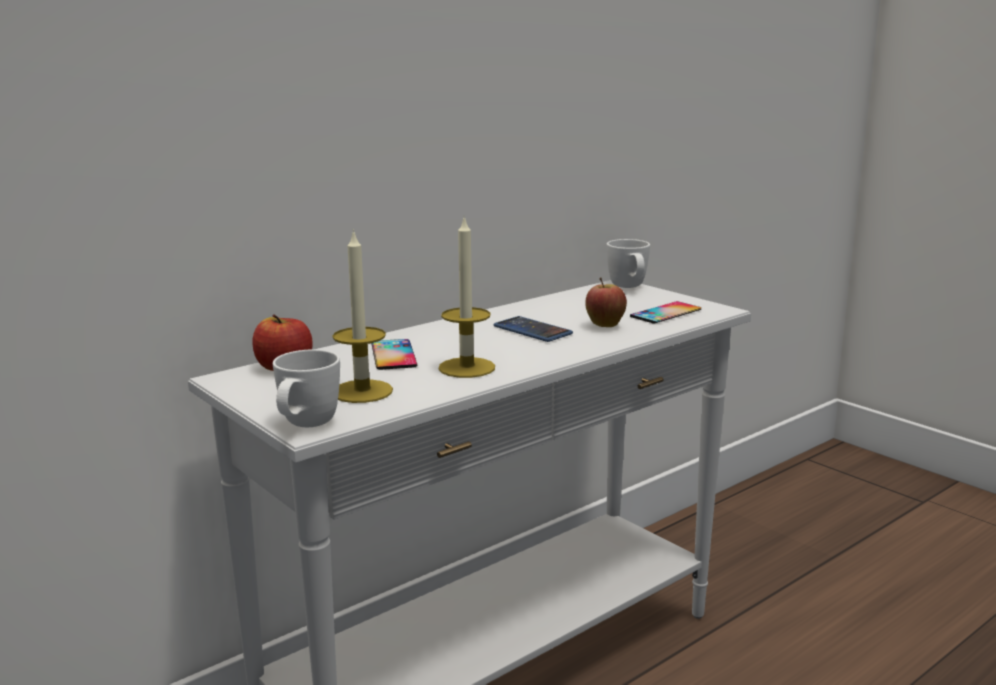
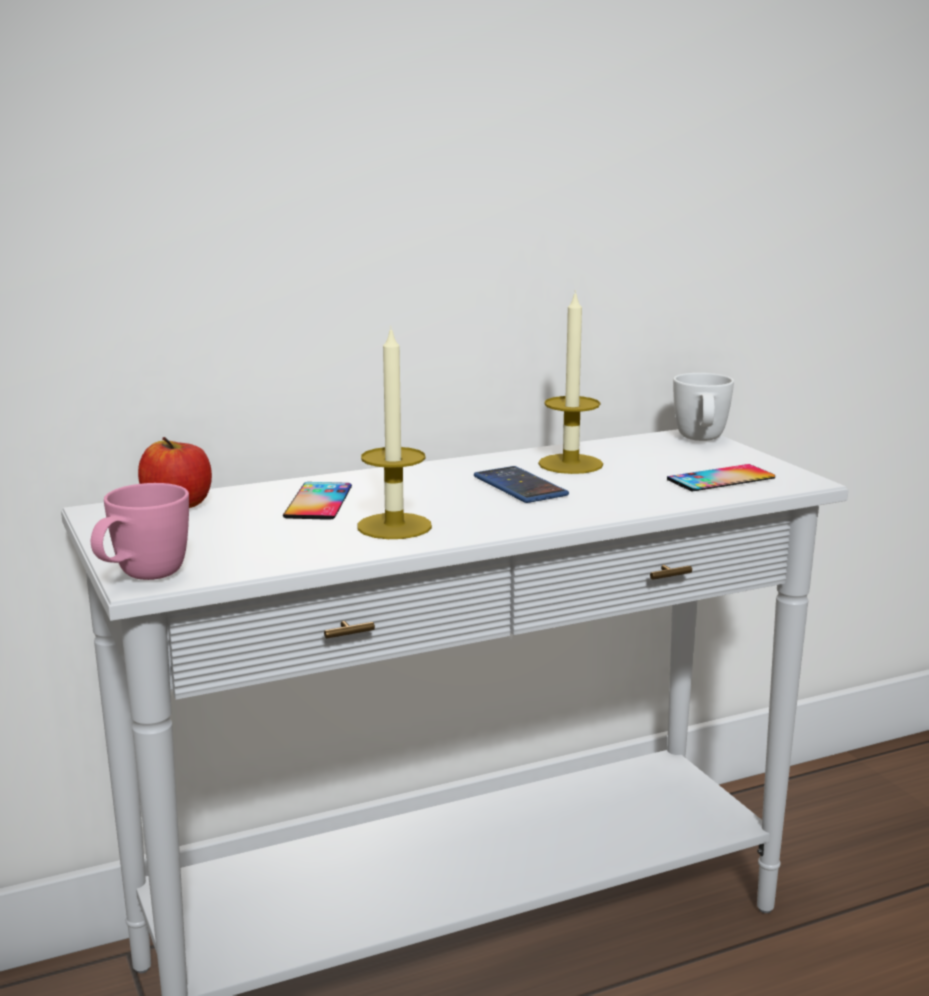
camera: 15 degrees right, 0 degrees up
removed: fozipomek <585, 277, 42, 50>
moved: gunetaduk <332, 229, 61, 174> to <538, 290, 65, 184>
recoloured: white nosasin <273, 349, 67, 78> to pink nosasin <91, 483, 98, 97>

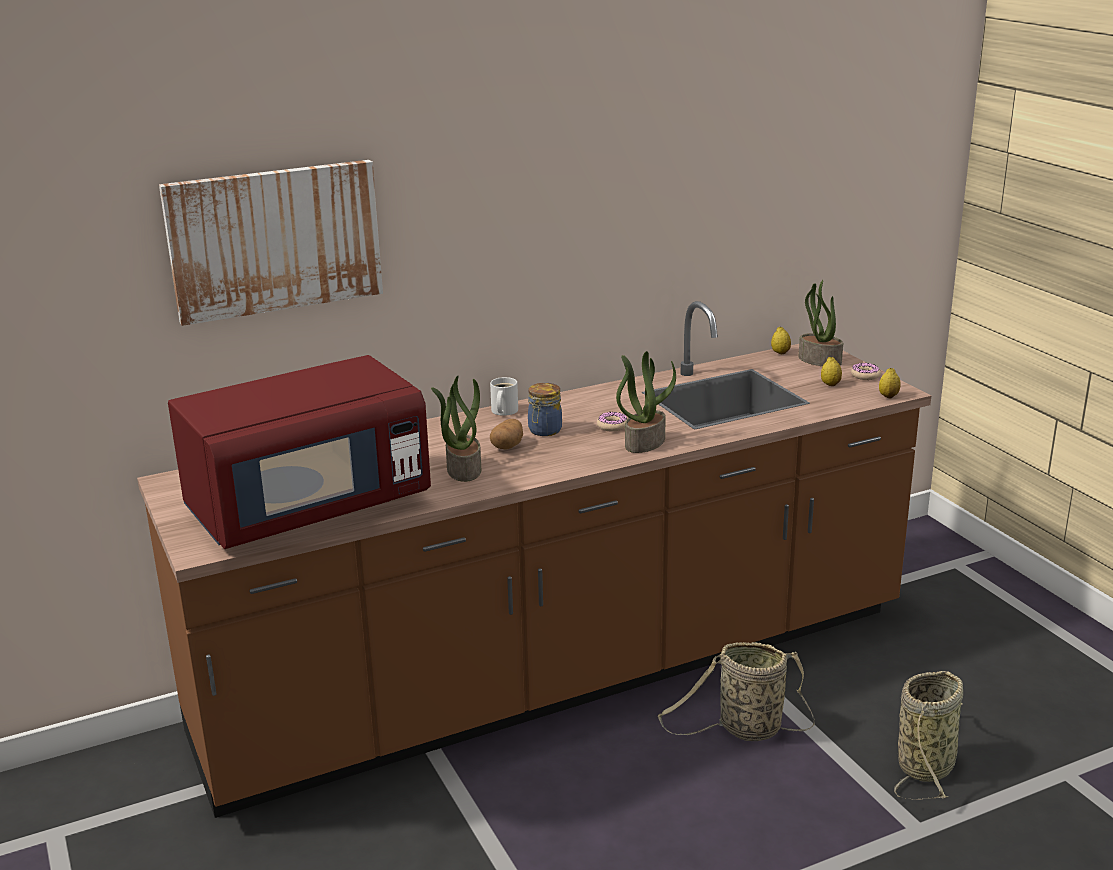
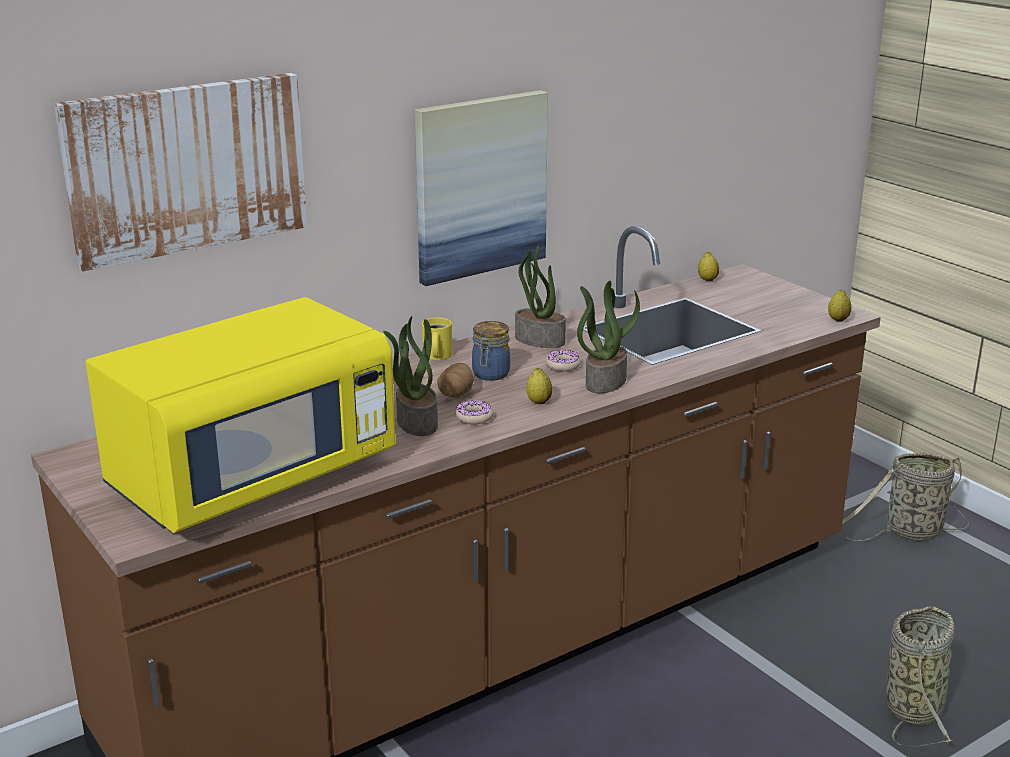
camera: 10 degrees left, 0 degrees up
added: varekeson <414, 90, 134, 196>
moved: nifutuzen <658, 642, 157, 99> to <841, 453, 128, 88>; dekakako <799, 280, 44, 86> to <515, 246, 51, 102>; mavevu <821, 357, 21, 29> to <526, 368, 26, 36>; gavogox <851, 363, 30, 17> to <456, 400, 37, 24>
recoloured: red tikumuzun <168, 355, 263, 194> to yellow tikumuzun <86, 297, 309, 236>; white nosasin <490, 377, 28, 39> to yellow nosasin <422, 318, 30, 42>

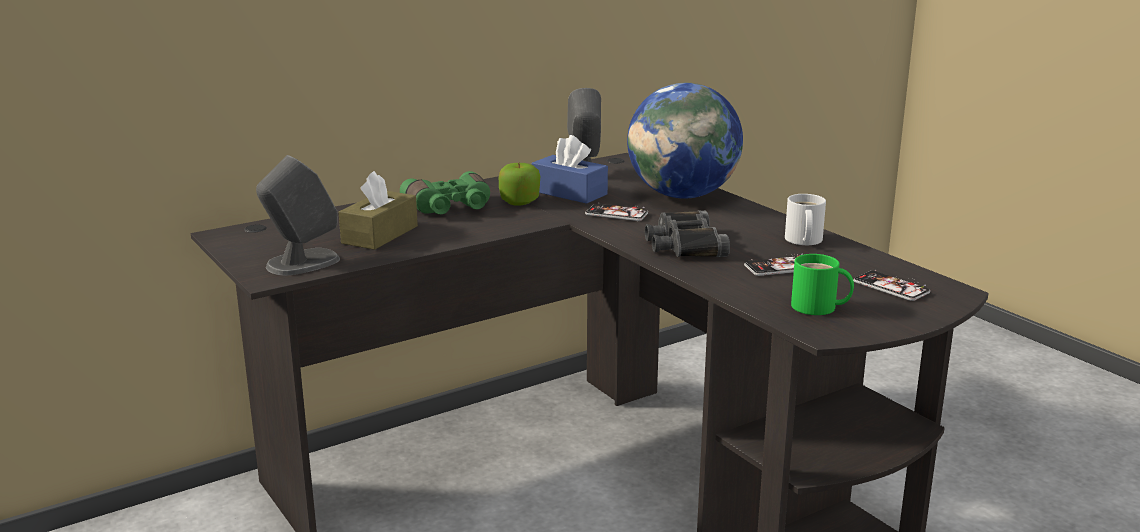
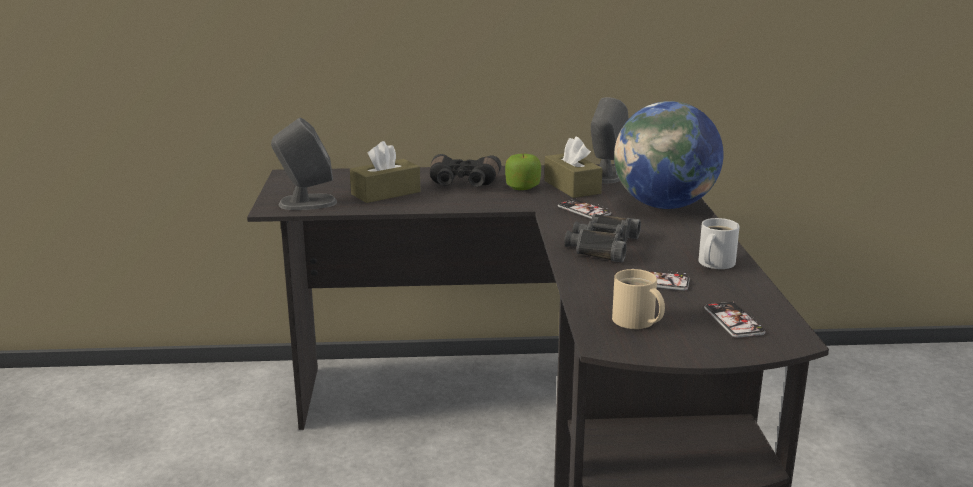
camera: 30 degrees right, 0 degrees up
recoloured: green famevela <400, 171, 90, 43> to black famevela <430, 154, 71, 33>; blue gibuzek <531, 135, 77, 69> to brown gibuzek <544, 136, 59, 62>; green nosasin <791, 254, 63, 61> to beige nosasin <612, 269, 53, 60>

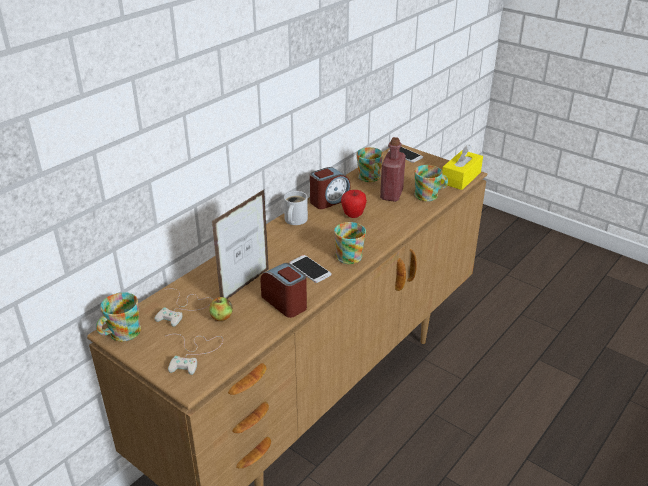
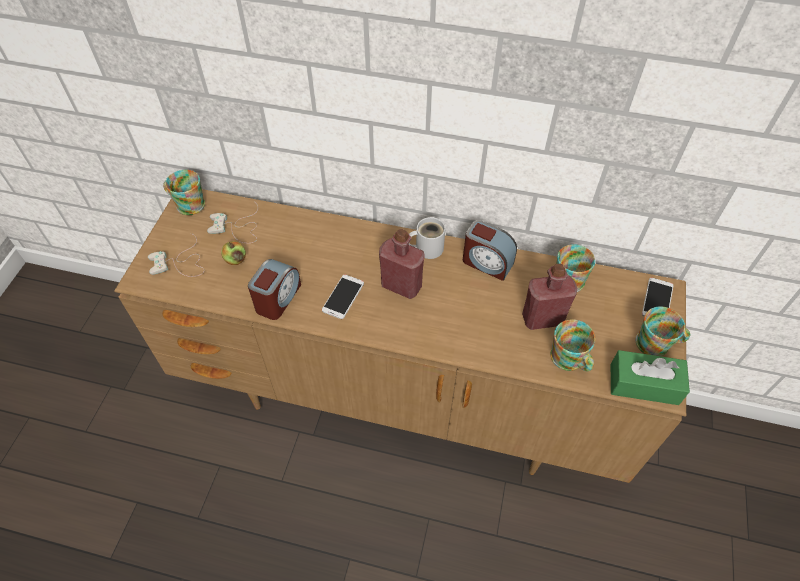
camera: 65 degrees right, 20 degrees up
removed: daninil <212, 190, 57, 109>; fozipomek <341, 190, 26, 28>
added: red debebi <379, 229, 46, 70>
moved: nosasin <334, 222, 32, 42> to <636, 306, 54, 50>
recoloured: yellow gibuzek <441, 144, 42, 46> to green gibuzek <611, 350, 79, 55>

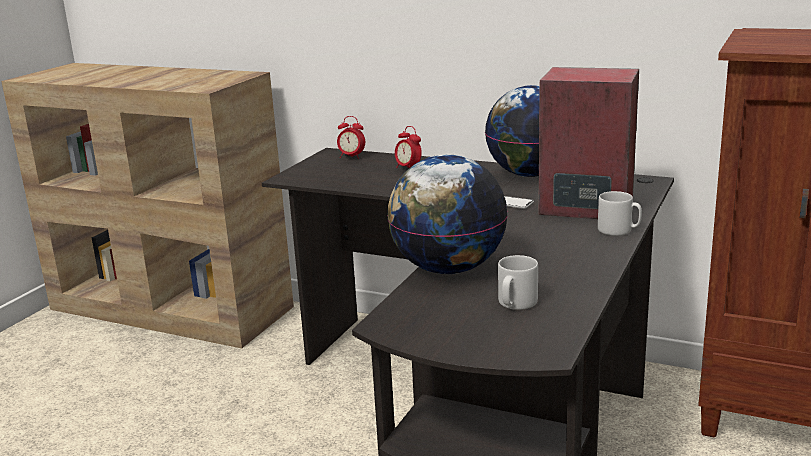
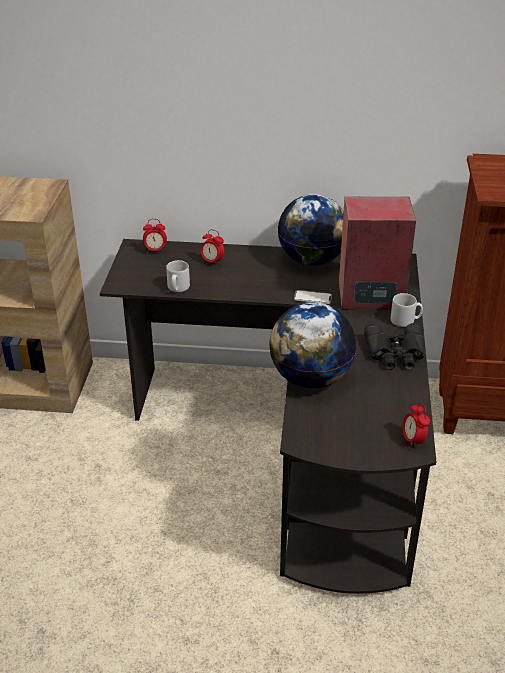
camera: 20 degrees left, 15 degrees up
added: black famevela <364, 323, 60, 47>; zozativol <402, 403, 28, 46>
moved: grey nosasin <498, 255, 40, 55> to <166, 260, 24, 32>

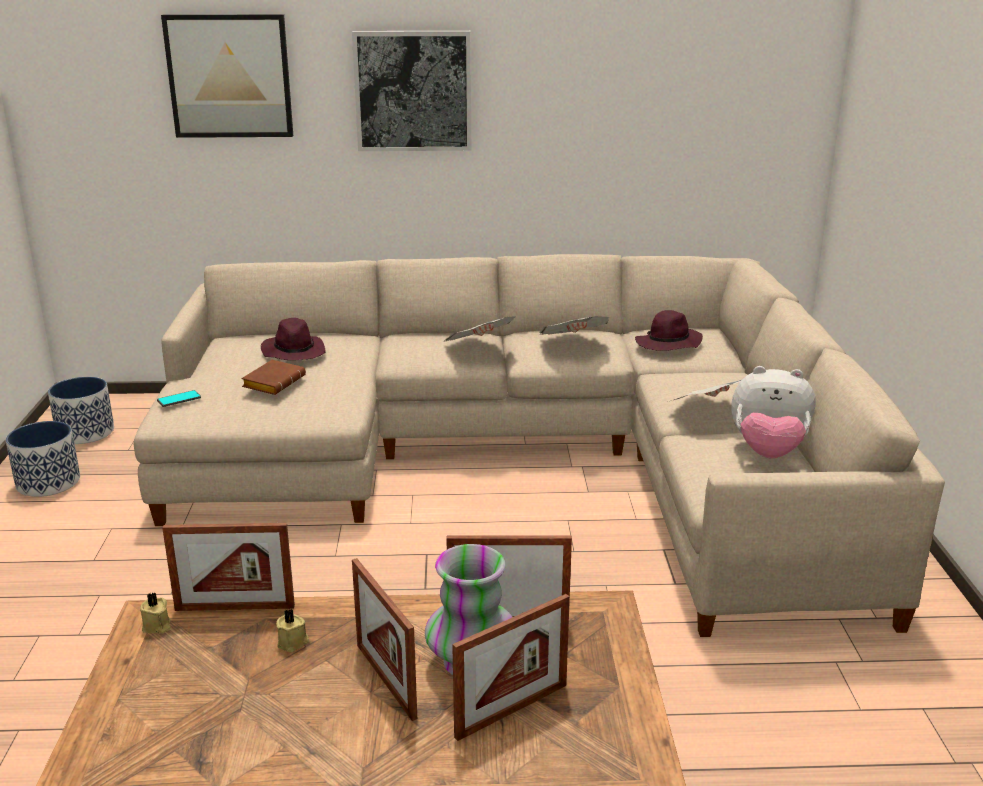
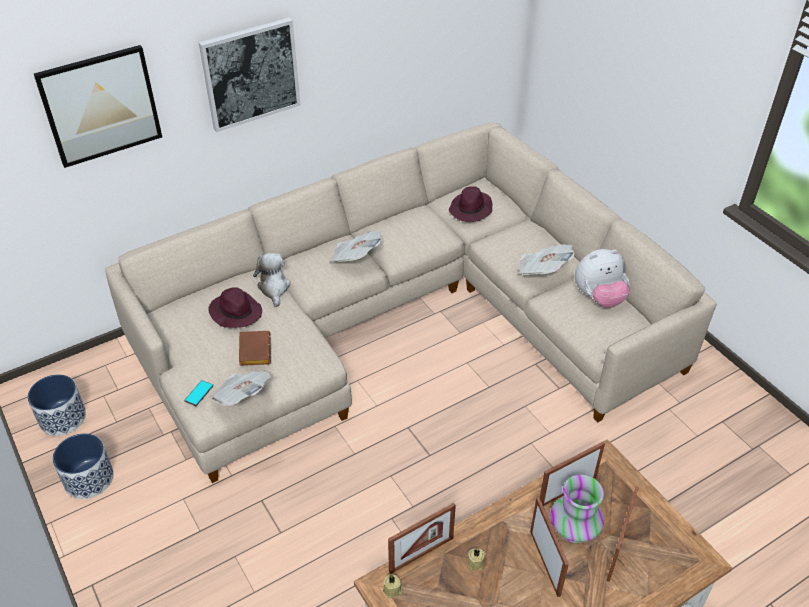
camera: 30 degrees left, 20 degrees up
added: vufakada <253, 253, 38, 54>
moved: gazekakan <540, 316, 69, 19> to <209, 370, 62, 36>
turned: daninil <352, 558, 65, 163> = <530, 497, 39, 100> 135 degrees counterclockwise

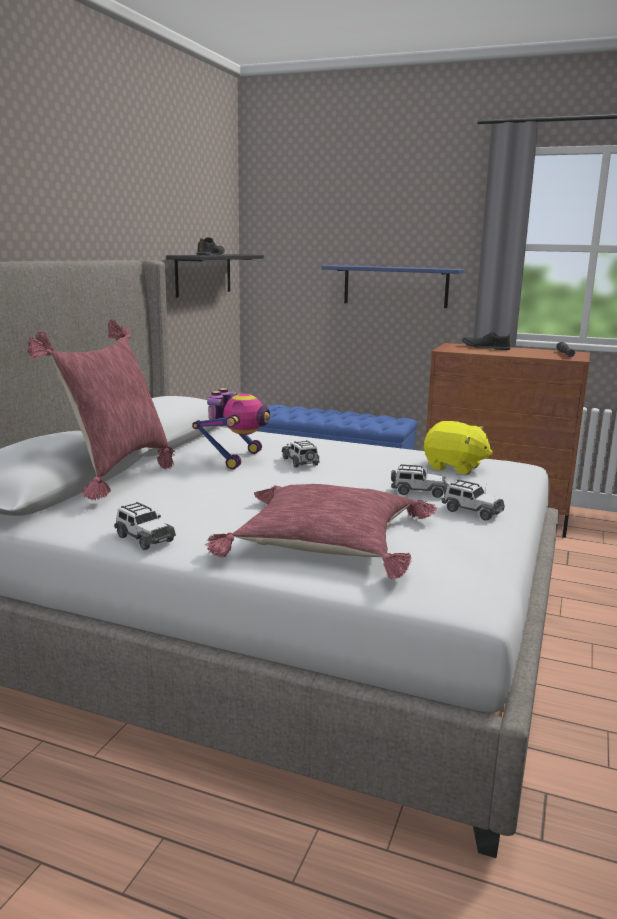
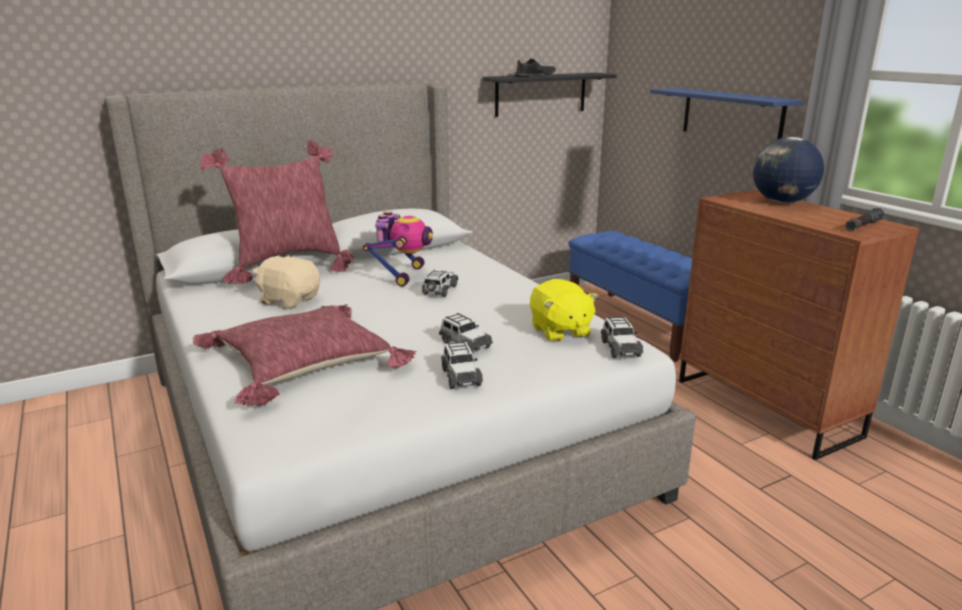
camera: 40 degrees right, 5 degrees up
added: beige vufakada <253, 255, 67, 55>
moved: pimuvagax <114, 502, 62, 48> to <601, 316, 42, 42>
replaced: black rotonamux <462, 331, 49, 19> to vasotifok <753, 137, 71, 66>
turned: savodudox <192, 388, 78, 82> = <363, 211, 70, 76> 45 degrees counterclockwise

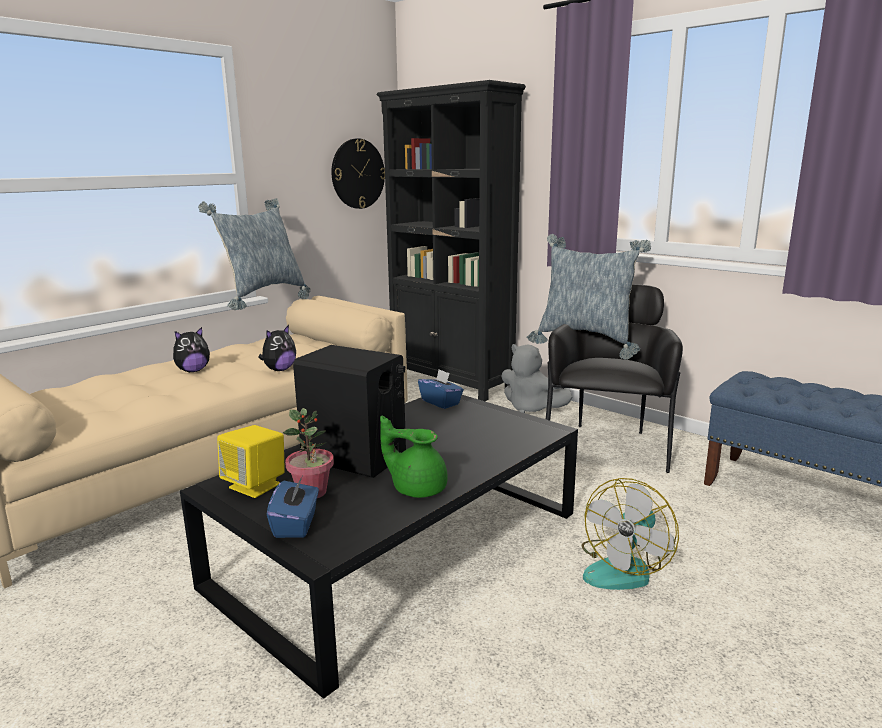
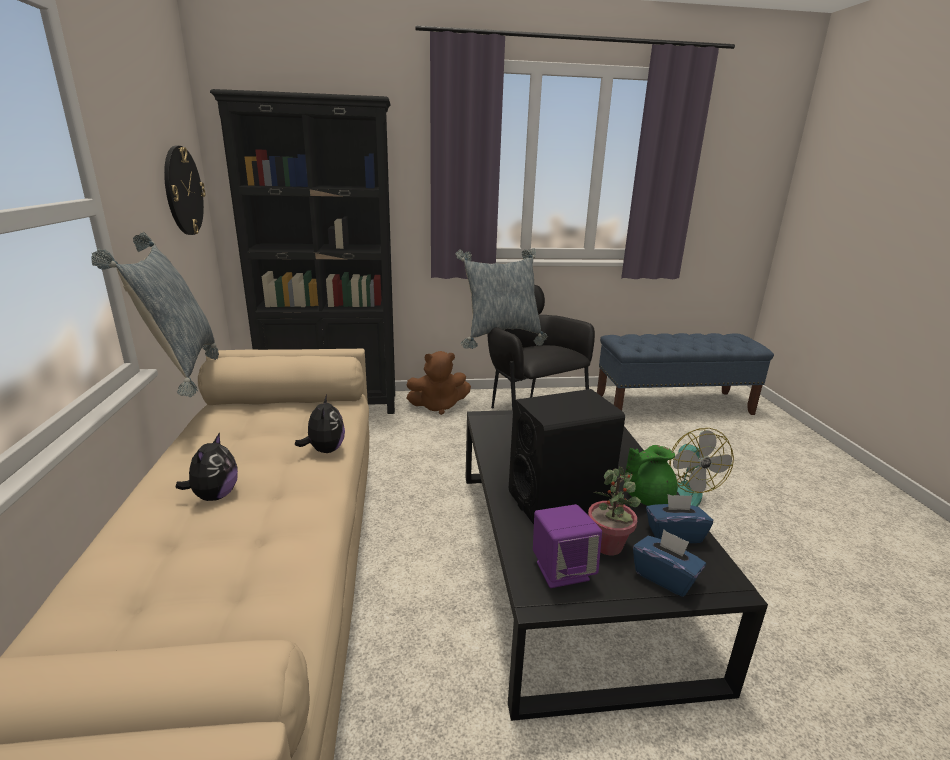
camera: 50 degrees left, 5 degrees up
moved: blue gibuzek <418, 369, 46, 40> to <646, 494, 67, 49>
recoloured: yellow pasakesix <217, 425, 68, 73> to purple pasakesix <533, 504, 69, 84>; grey vufakada <501, 344, 71, 69> to brown vufakada <407, 351, 64, 64>

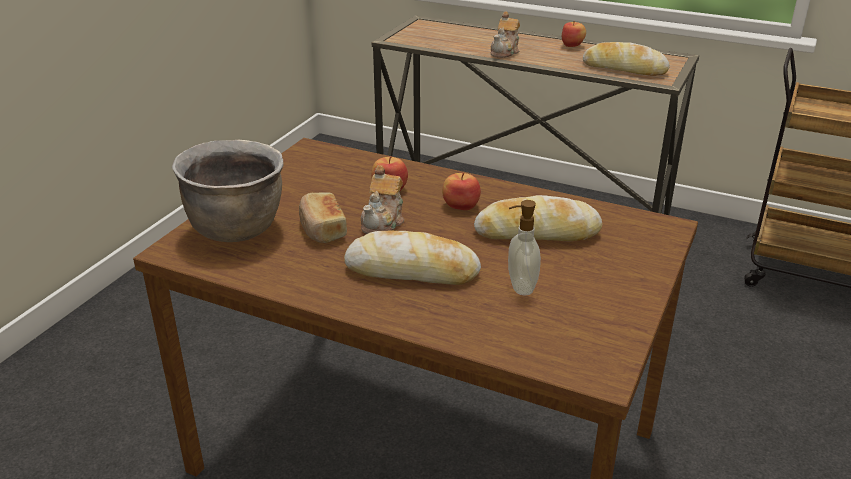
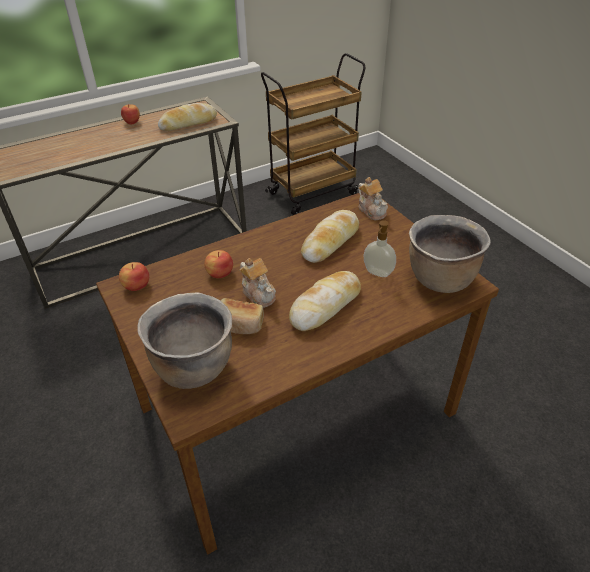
camera: 55 degrees left, 10 degrees up
added: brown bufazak <409, 215, 82, 78>
moved: fozipomek <442, 173, 39, 37> to <119, 262, 30, 29>; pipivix <490, 11, 30, 47> to <358, 177, 30, 43>

